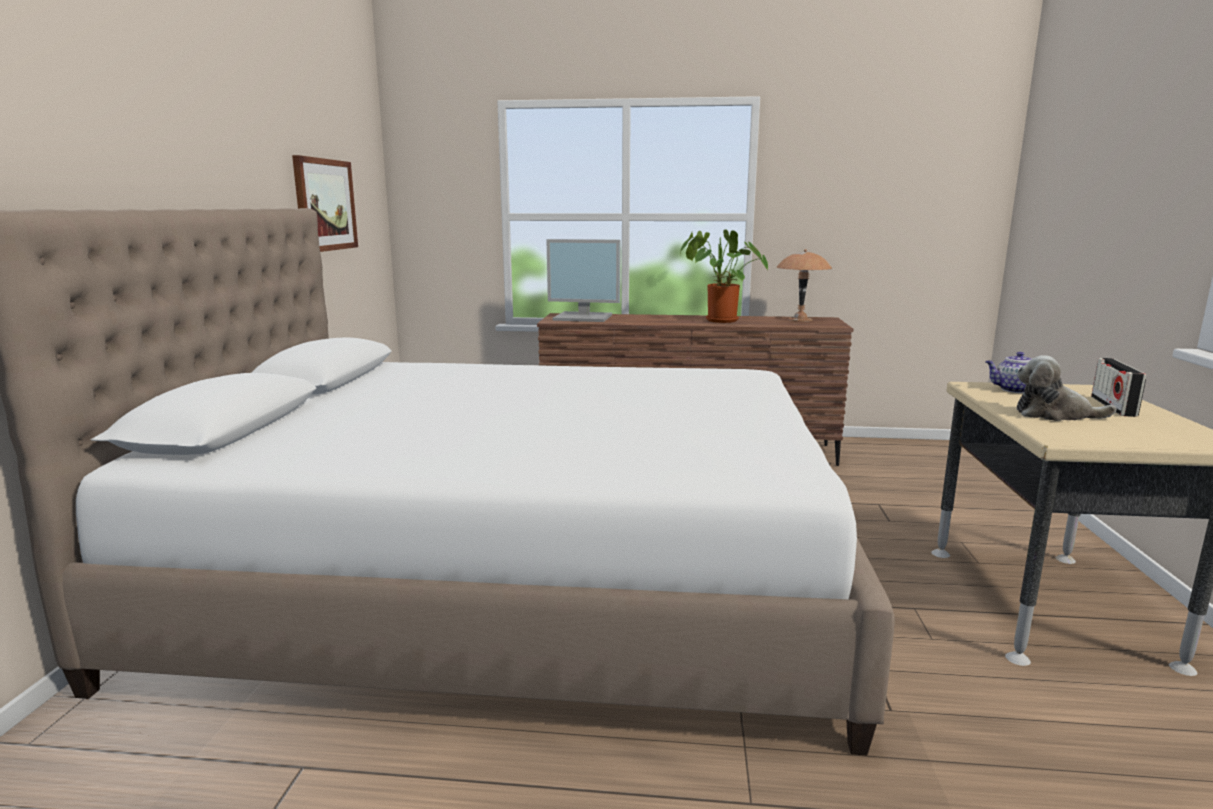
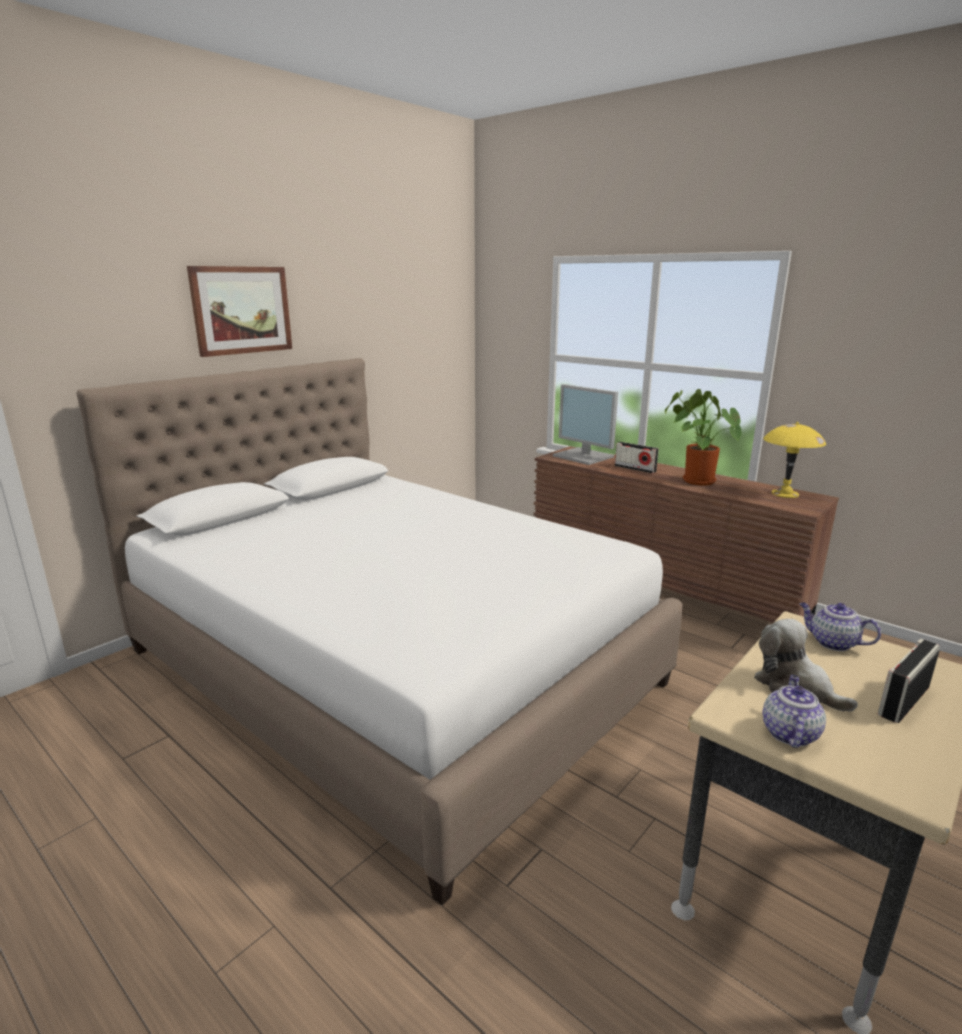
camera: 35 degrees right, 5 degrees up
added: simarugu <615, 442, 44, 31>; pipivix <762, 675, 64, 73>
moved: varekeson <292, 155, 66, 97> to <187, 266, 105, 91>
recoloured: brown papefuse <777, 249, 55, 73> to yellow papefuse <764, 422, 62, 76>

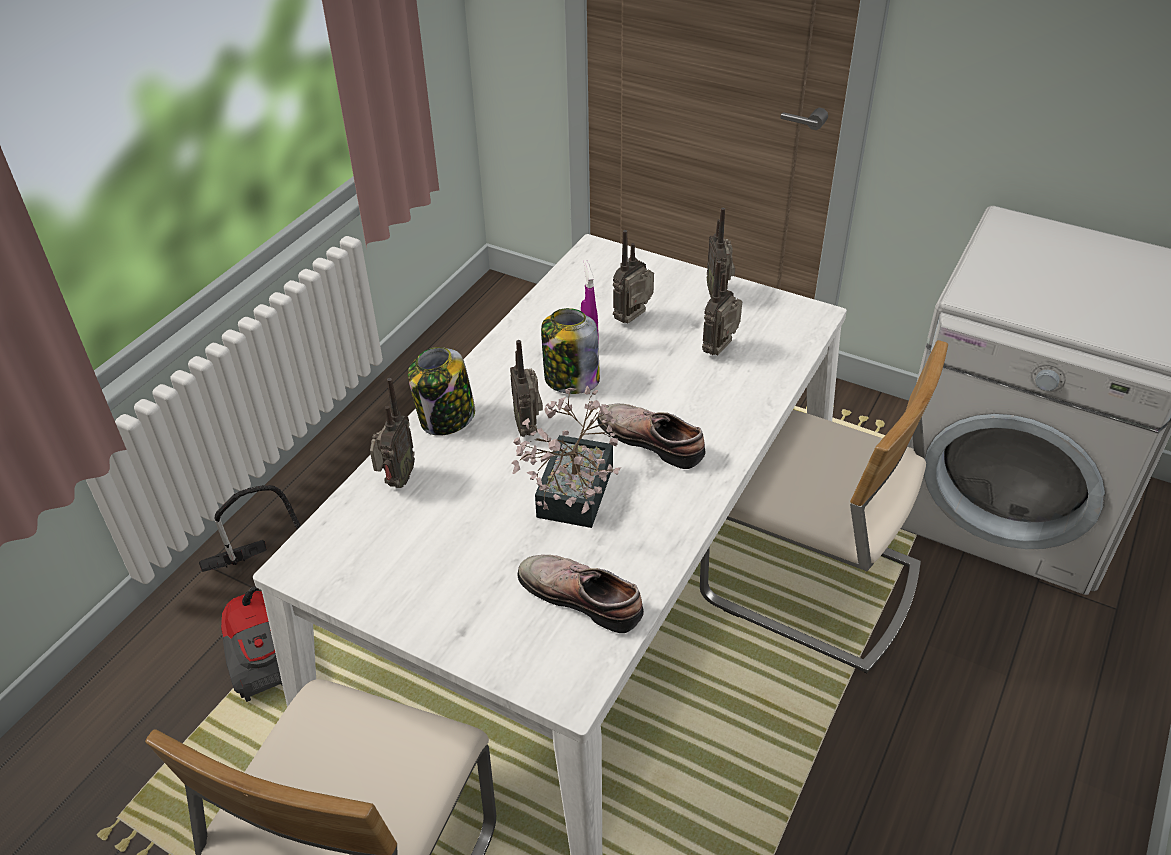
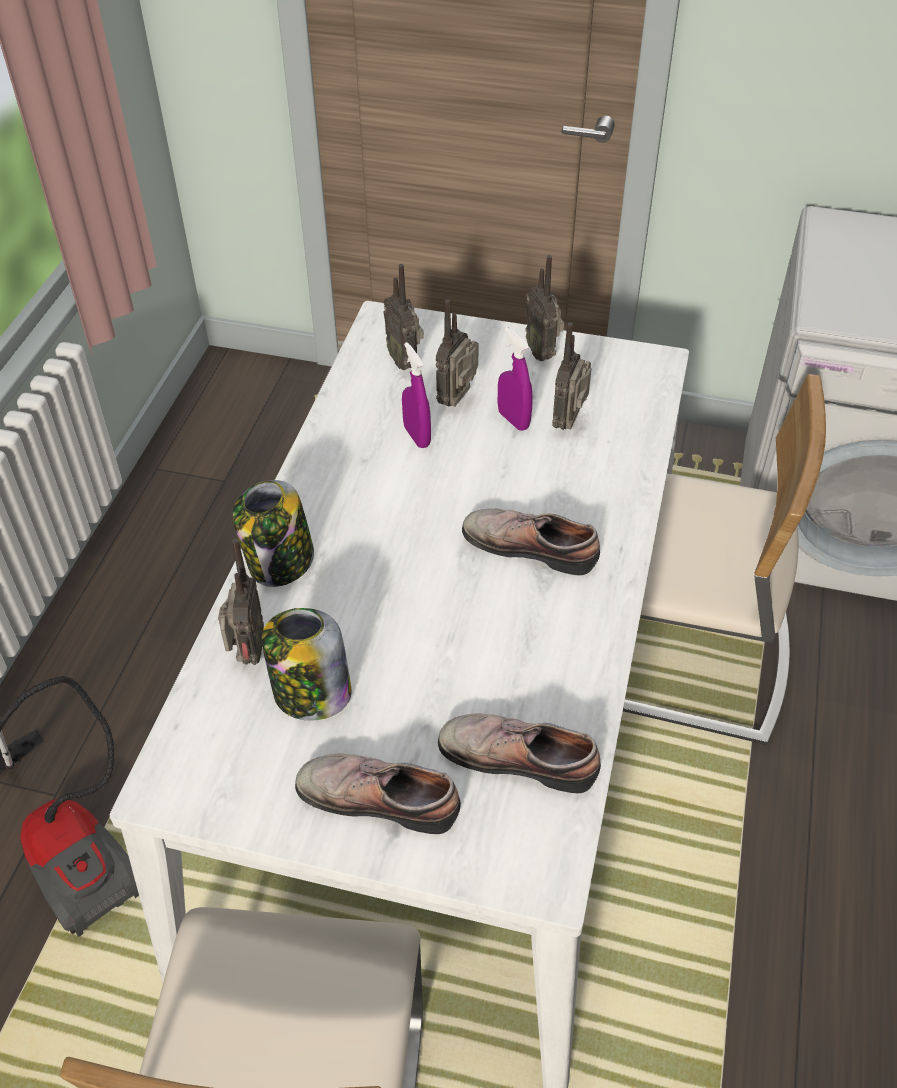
camera: 15 degrees left, 5 degrees up
removed: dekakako <512, 386, 109, 142>
added: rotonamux <295, 753, 166, 81>; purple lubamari <498, 327, 35, 104>
moved: simarugu <510, 340, 33, 97> to <384, 264, 40, 106>; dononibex <541, 308, 59, 86> to <262, 608, 90, 113>

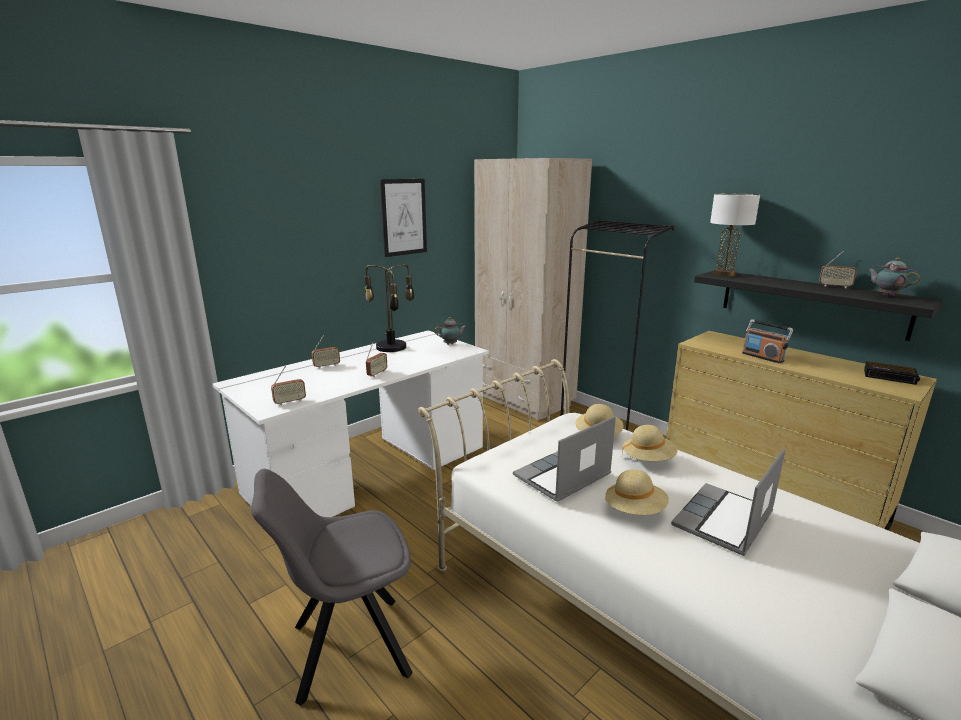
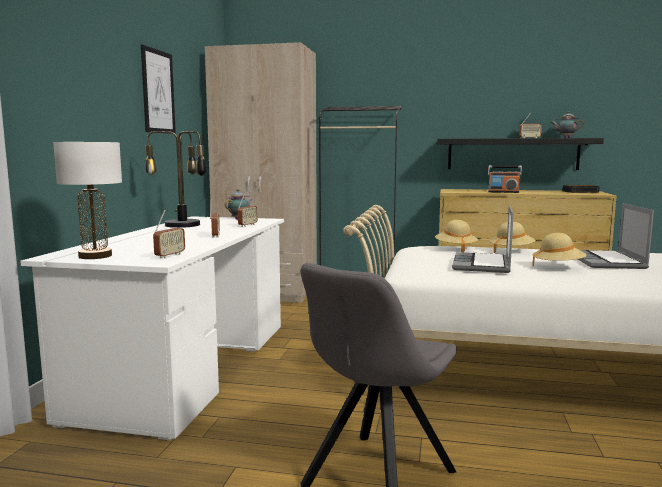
camera: 35 degrees left, 10 degrees down
moved: simarugu <312, 335, 28, 34> to <237, 193, 21, 34>; papefuse <710, 194, 50, 83> to <53, 142, 69, 117>

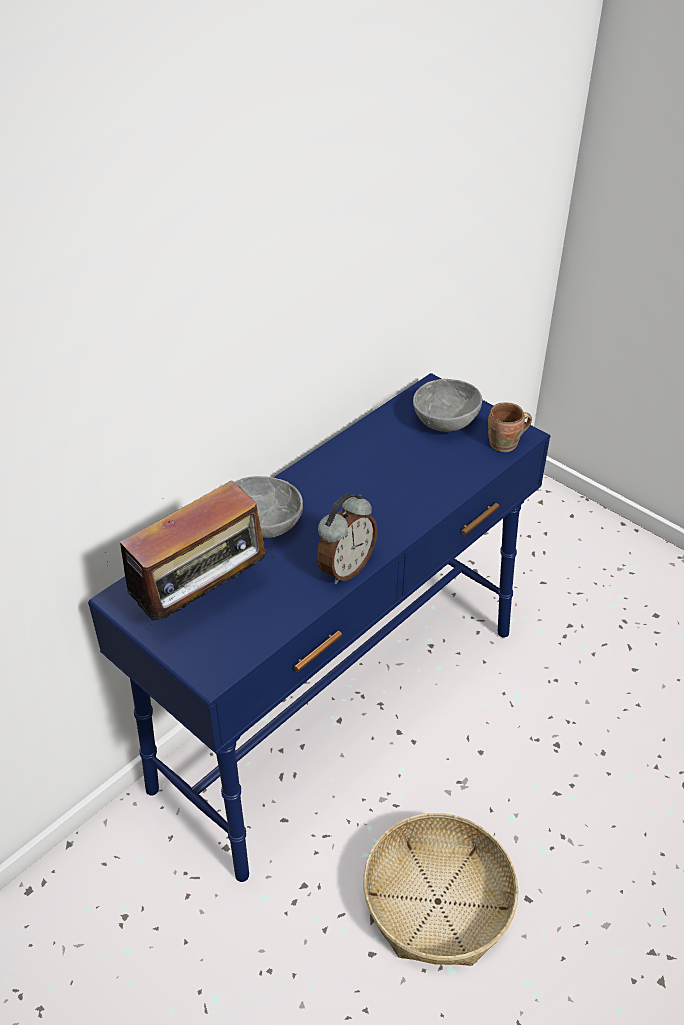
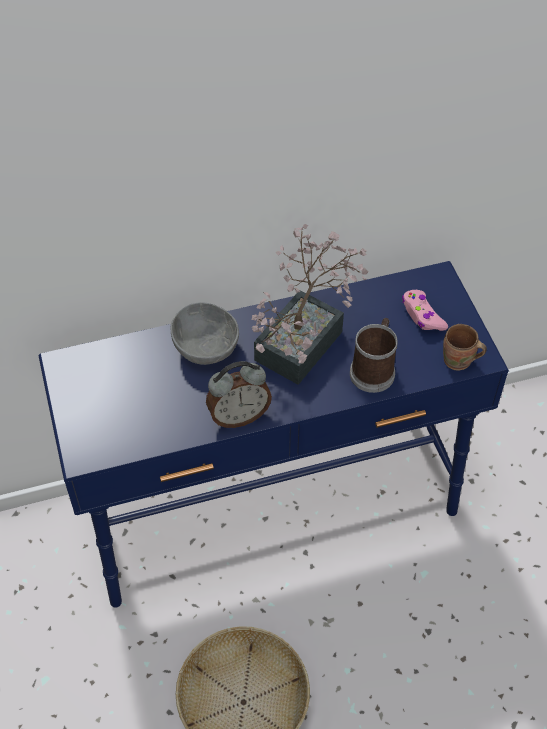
camera: 30 degrees right, 10 degrees up
removed: simarugu <105, 480, 169, 145>
added: dekakako <252, 224, 117, 161>; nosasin <350, 318, 48, 75>
replaced: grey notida <413, 379, 69, 53> to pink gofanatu <402, 290, 46, 41>

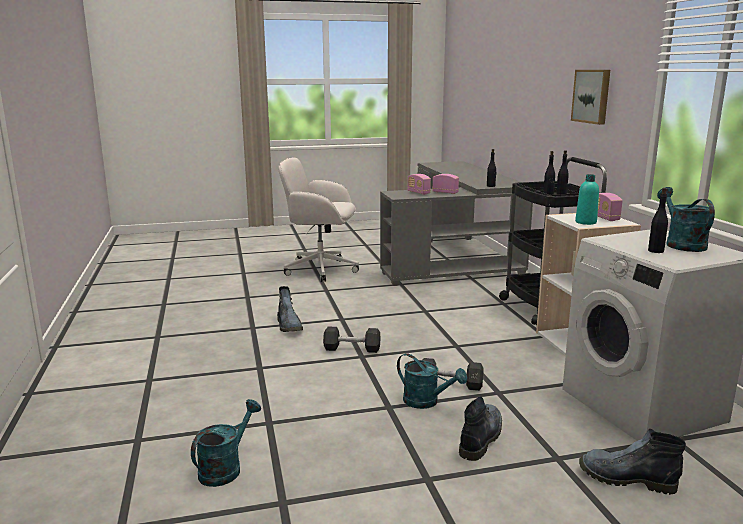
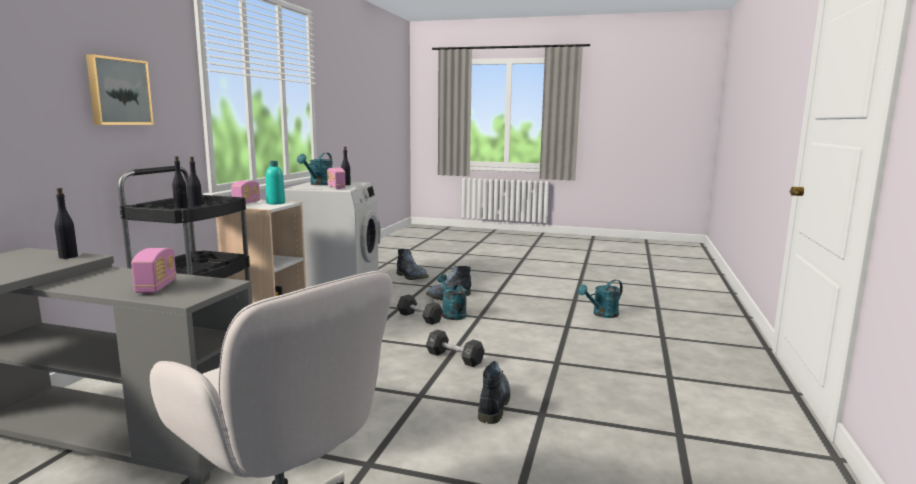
camera: 150 degrees left, 5 degrees down
moved: simarugu <433, 174, 26, 20> to <327, 168, 19, 21>

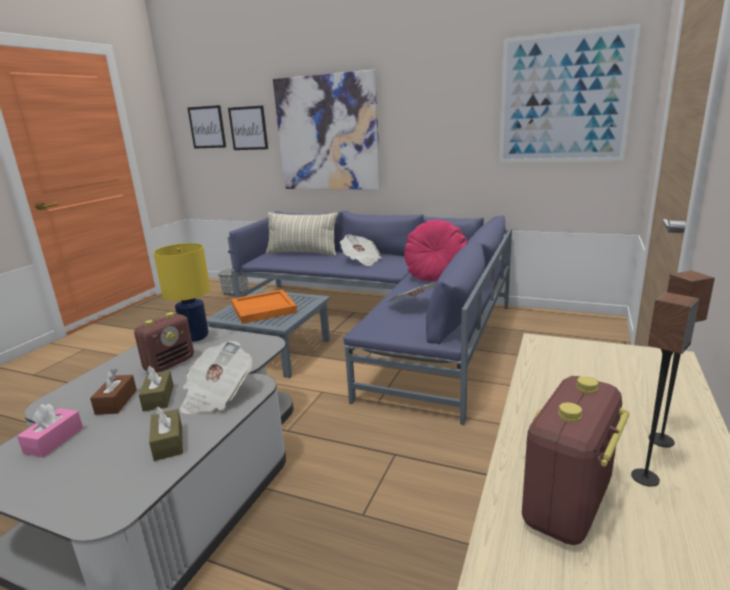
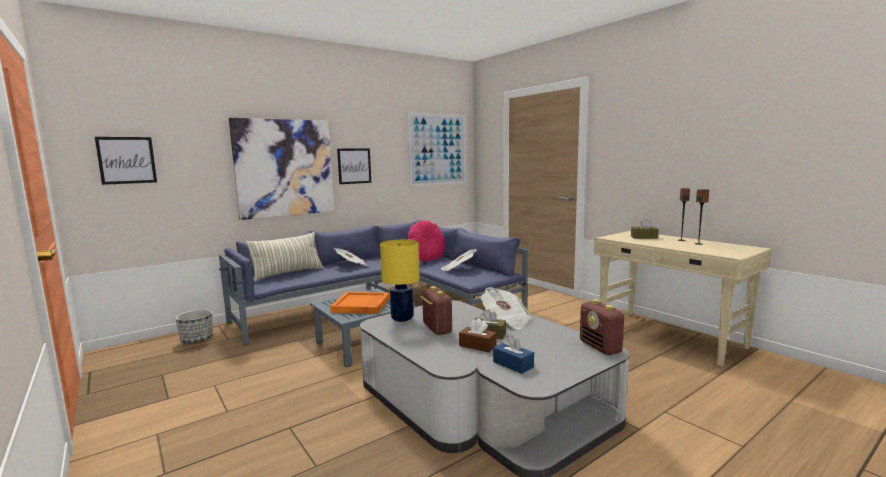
camera: 60 degrees left, 10 degrees down
moved: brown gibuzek <149, 406, 34, 55> to <631, 218, 28, 21>; varekeson <228, 105, 40, 45> to <337, 148, 34, 36>; simarugu <522, 376, 107, 169> to <580, 299, 46, 56>
recoloured: pink gibuzek <17, 404, 66, 54> to blue gibuzek <493, 335, 41, 39>

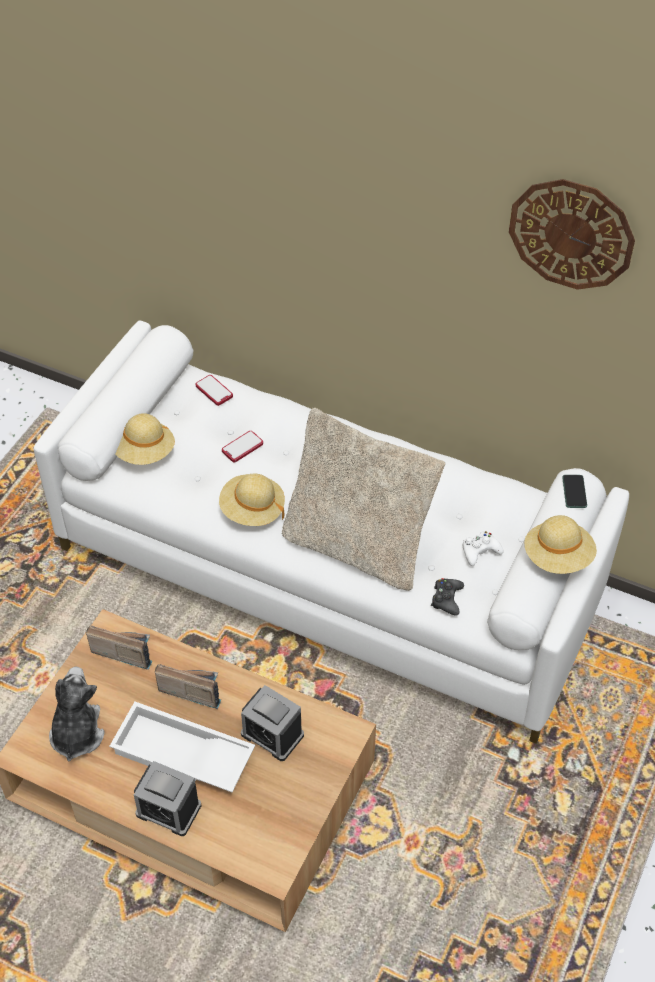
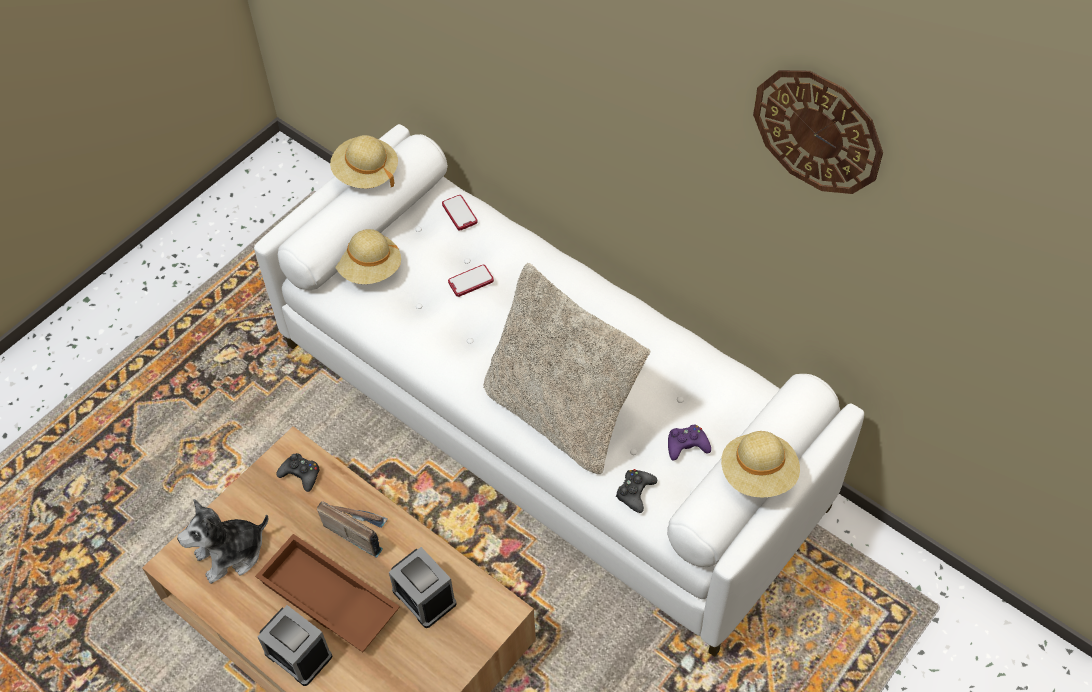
camera: 15 degrees right, 5 degrees up
removed: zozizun <562, 475, 25, 33>
moved: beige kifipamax <219, 473, 66, 53> to <330, 135, 68, 54>
replaced: simarugu <86, 625, 66, 45> to black gofanatu <276, 453, 43, 39>
recoloured: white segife <109, 702, 146, 90> to brown segife <255, 534, 145, 118>; white gofanatu <463, 531, 40, 35> to purple gofanatu <668, 425, 43, 35>
turned: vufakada <49, 667, 56, 95> = <177, 499, 91, 85> 135 degrees counterclockwise

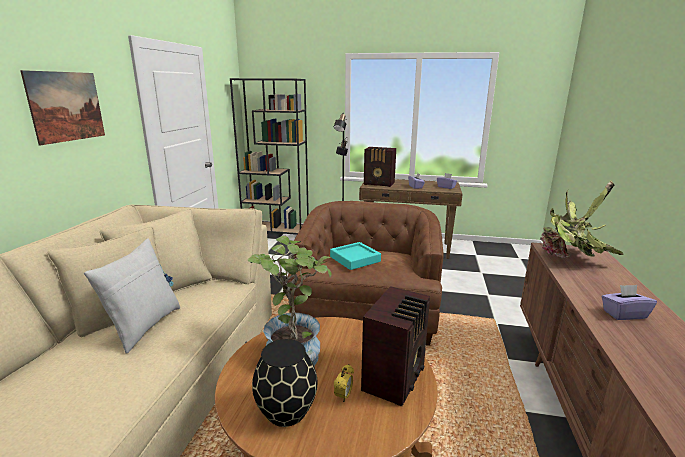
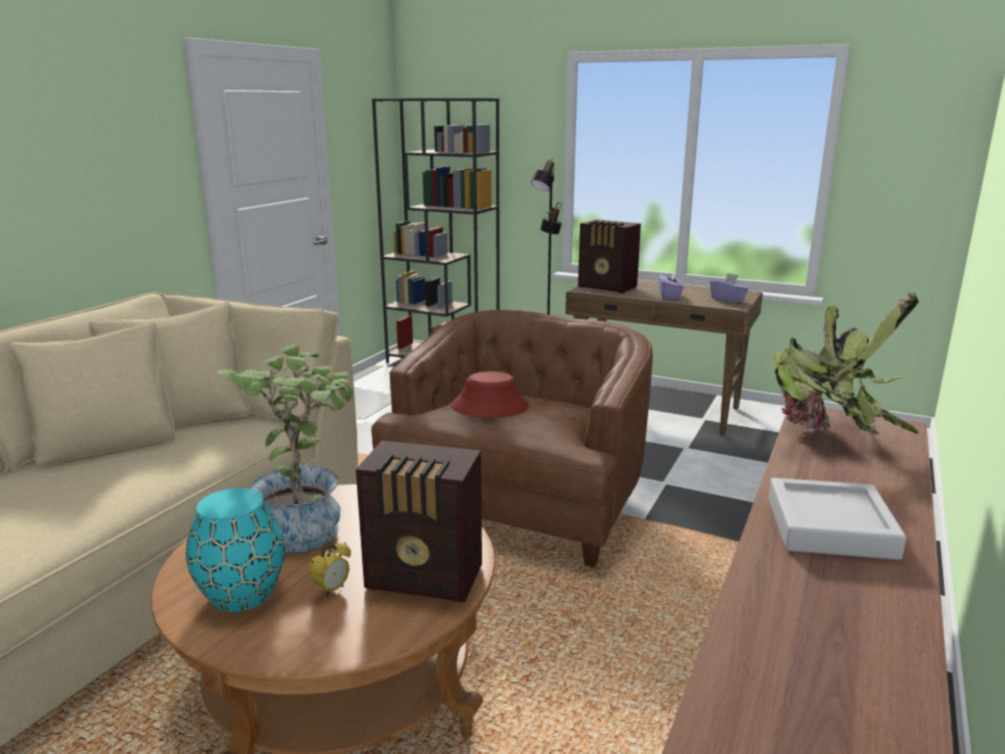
camera: 15 degrees right, 0 degrees up
removed: varekeson <20, 70, 85, 75>; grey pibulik <84, 238, 96, 116>
replaced: turquoise segife <330, 242, 51, 28> to red kifipamax <450, 371, 79, 47>; purple gibuzek <602, 285, 55, 35> to grey segife <768, 478, 138, 82>
recoloured: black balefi <252, 339, 65, 88> to turquoise balefi <186, 488, 99, 124>
turned: simarugu <361, 286, 69, 121> = <356, 441, 126, 162> 60 degrees clockwise

